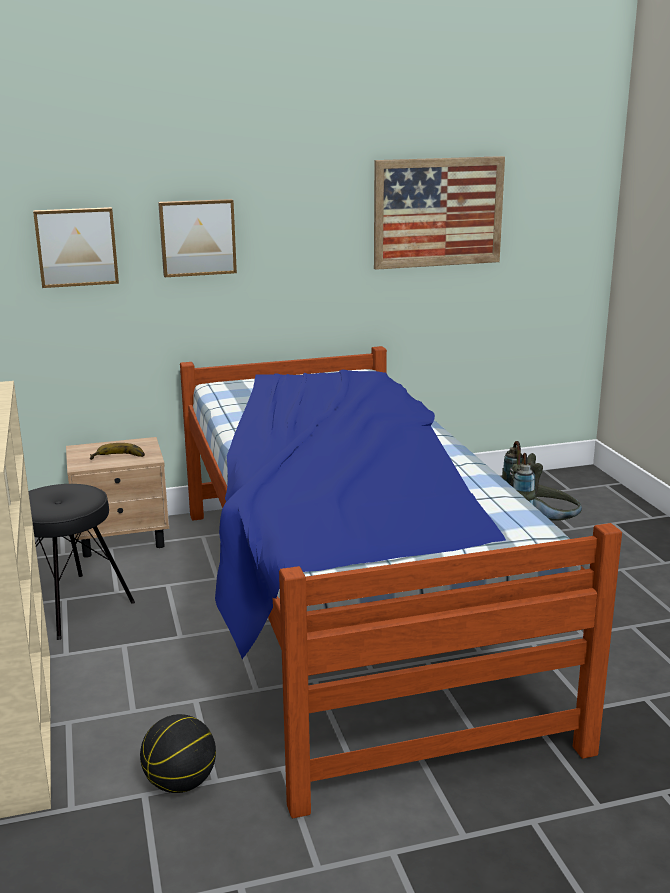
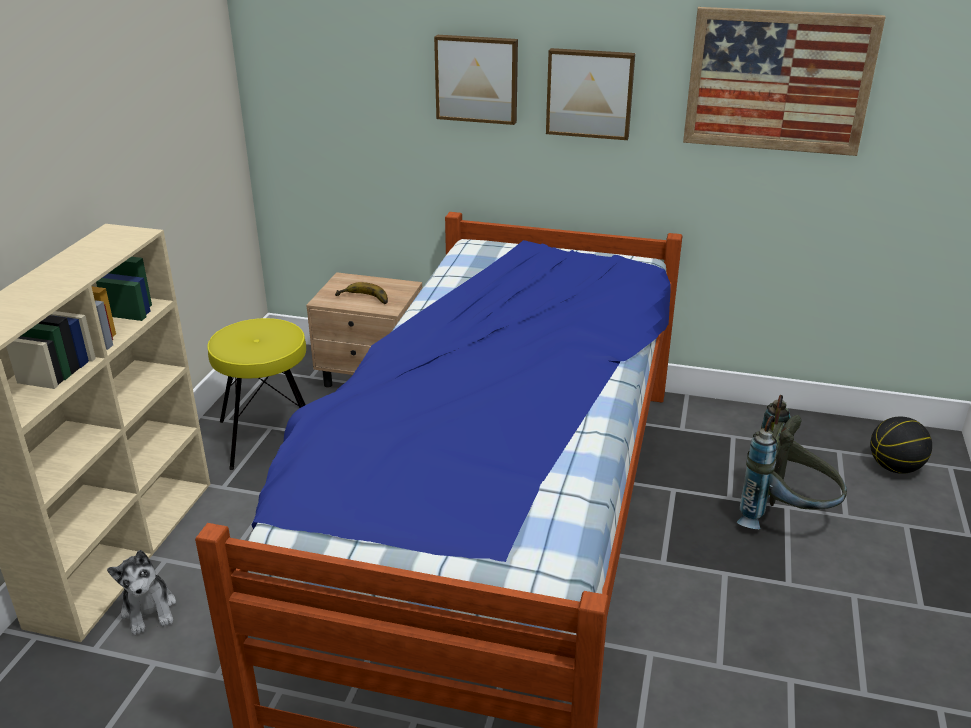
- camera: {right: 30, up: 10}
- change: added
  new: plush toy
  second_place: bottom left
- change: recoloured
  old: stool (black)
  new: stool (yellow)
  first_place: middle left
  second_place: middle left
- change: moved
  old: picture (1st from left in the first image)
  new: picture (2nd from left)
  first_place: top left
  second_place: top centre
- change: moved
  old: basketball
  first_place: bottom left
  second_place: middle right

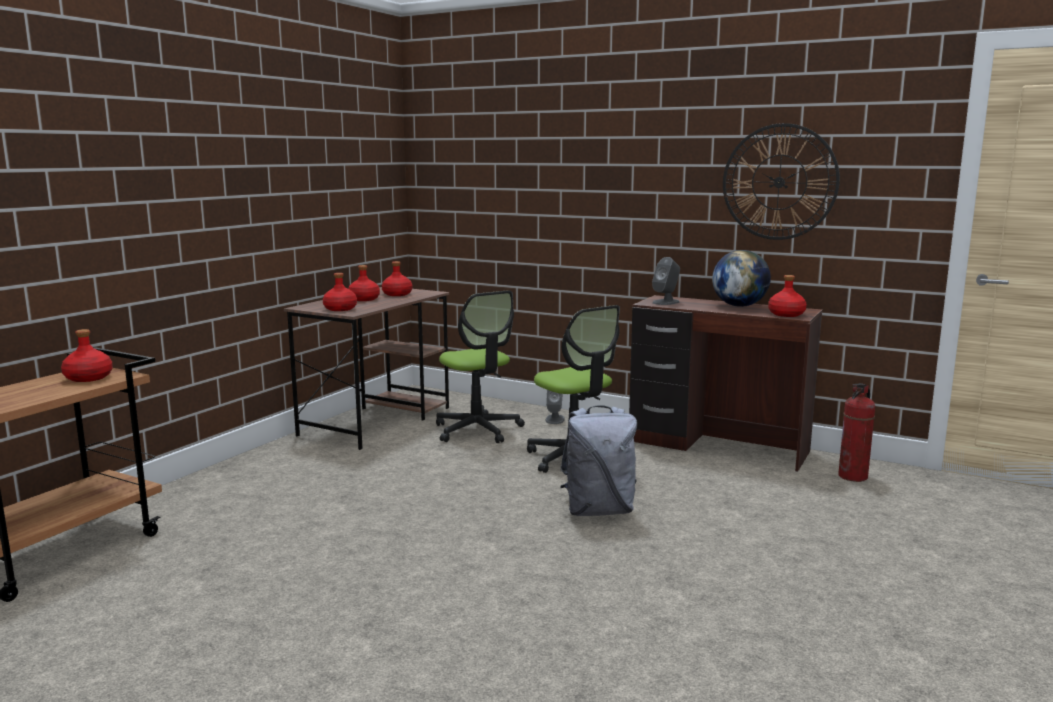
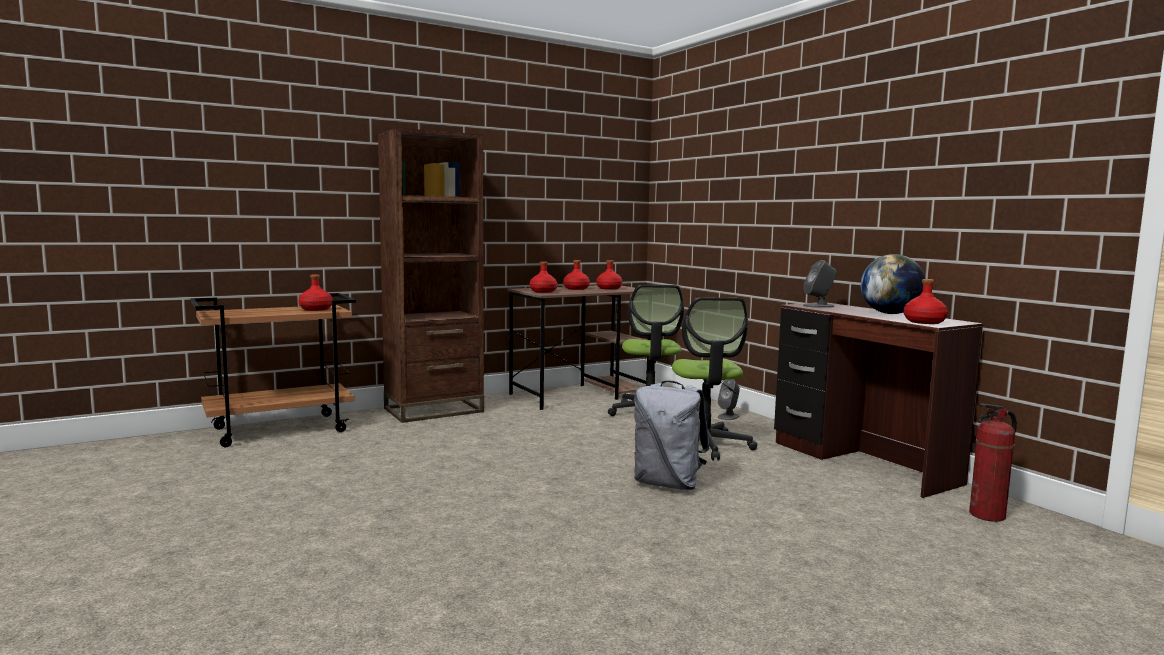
- camera: {right: 30, up: -5}
- change: added
  new: bookcase (brown)
  second_place: centre
- change: removed
  old: wall clock
  first_place: top right

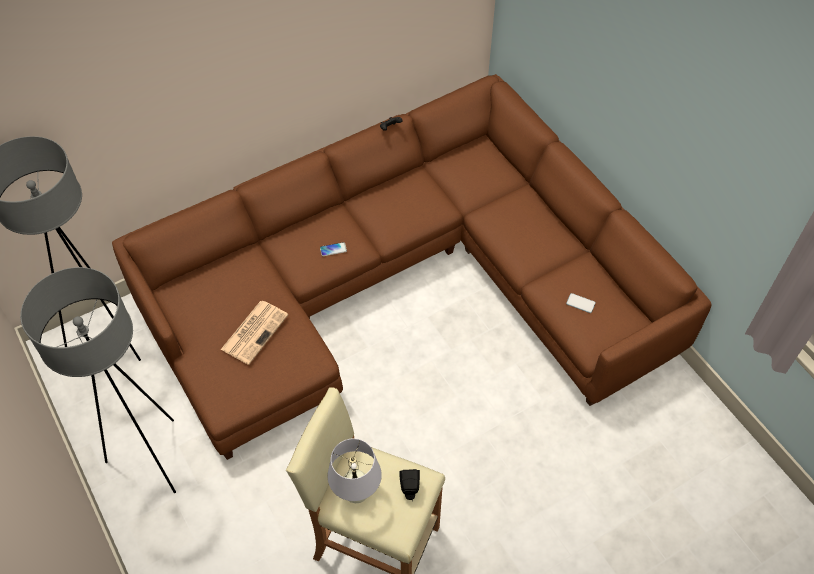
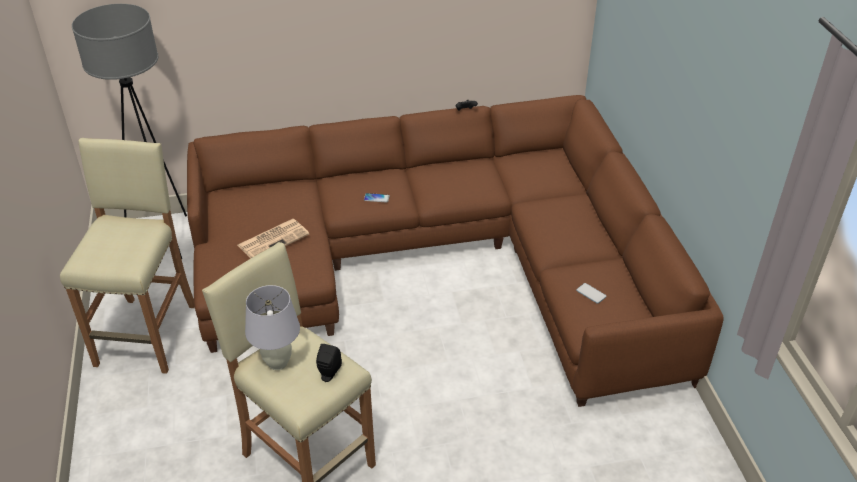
- camera: {right: 20, up: -15}
- change: replaced
  old: floor lamp (grey) (2nd from left)
  new: stool (beige) (1st from left)
  first_place: middle left
  second_place: middle left

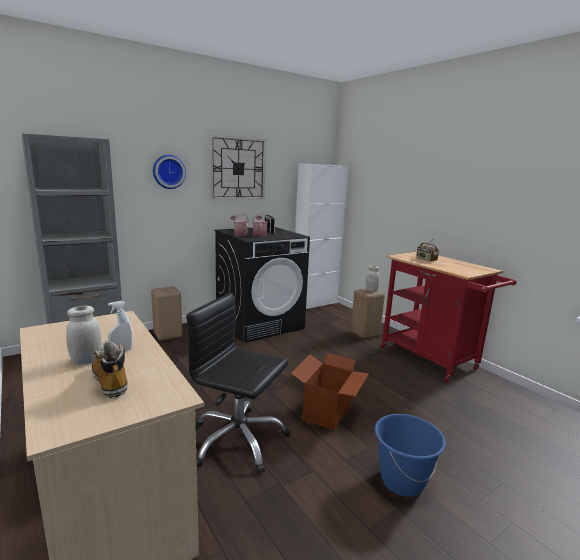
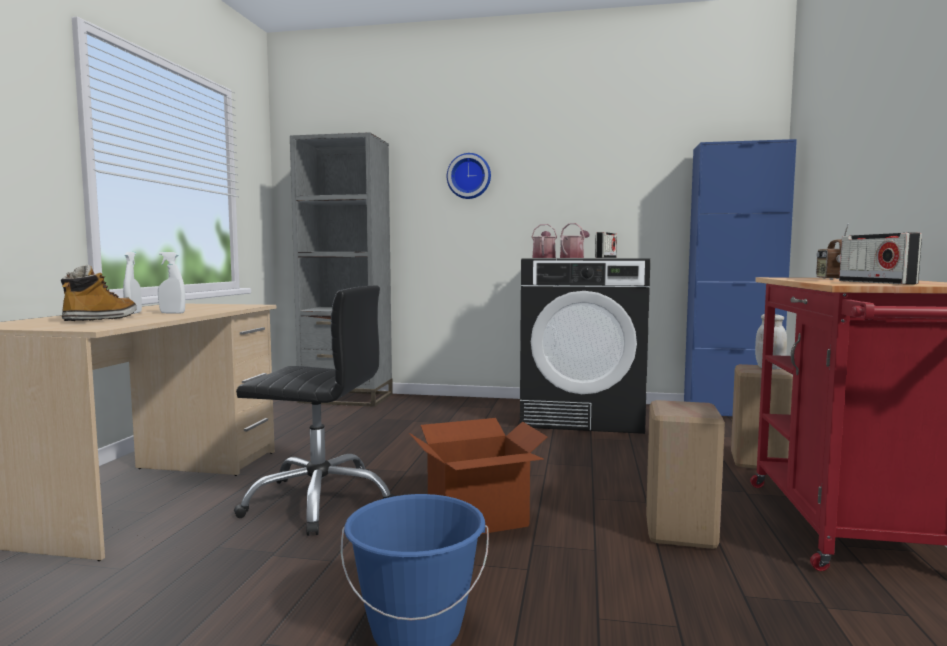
- camera: {right: 45, up: -10}
- change: replaced
  old: jar (white) (1st from left)
  new: spray bottle (white) (1st from left)
  first_place: middle left
  second_place: middle left
- change: turned
  old: office chair (black)
  first_place: bottom centre
  second_place: middle left
  degrees: 120
- change: moved
  old: stool (beige) (1st from left)
  first_place: middle left
  second_place: bottom right
- change: recoloured
  old: cabinet (white)
  new: cabinet (blue)
  first_place: centre
  second_place: middle right
- change: added
  new: radio (3rd from left)
  second_place: middle right
- change: removed
  old: wall clock (2nd from left)
  first_place: top centre

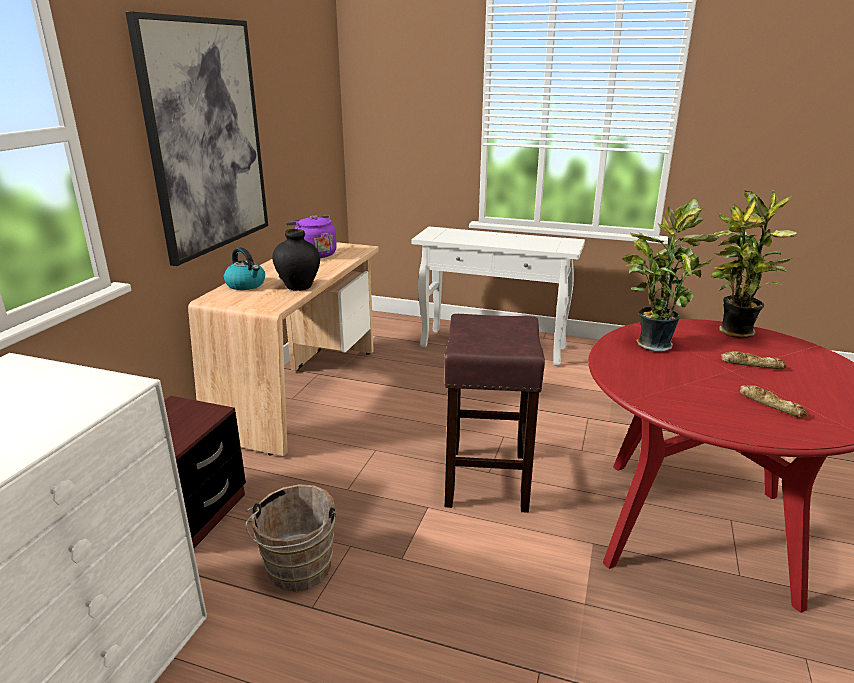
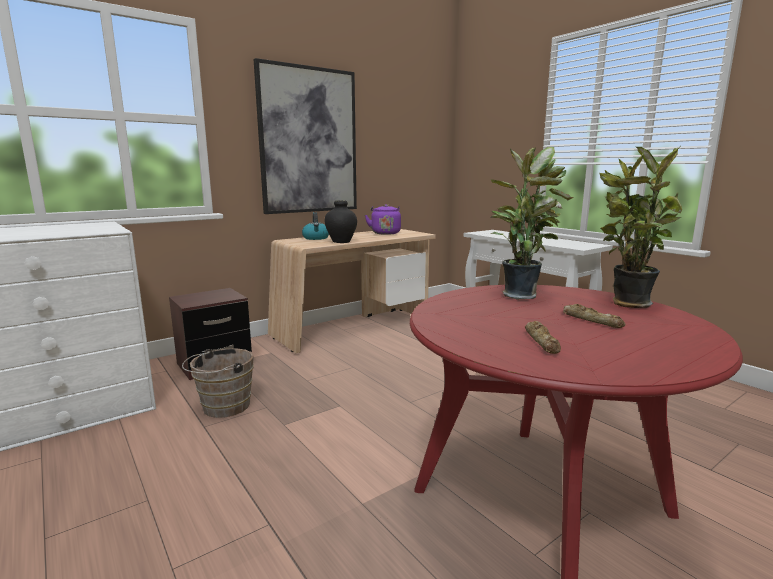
- camera: {right: 35, up: -10}
- change: removed
  old: stool (brown)
  first_place: centre

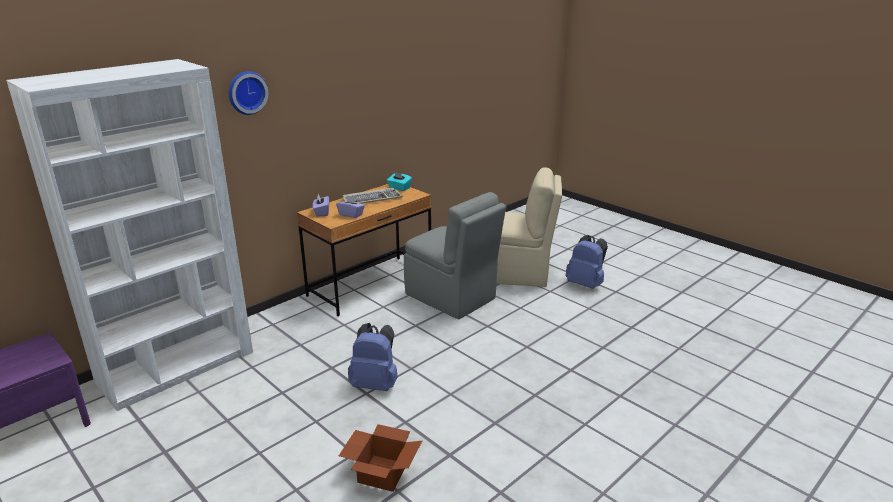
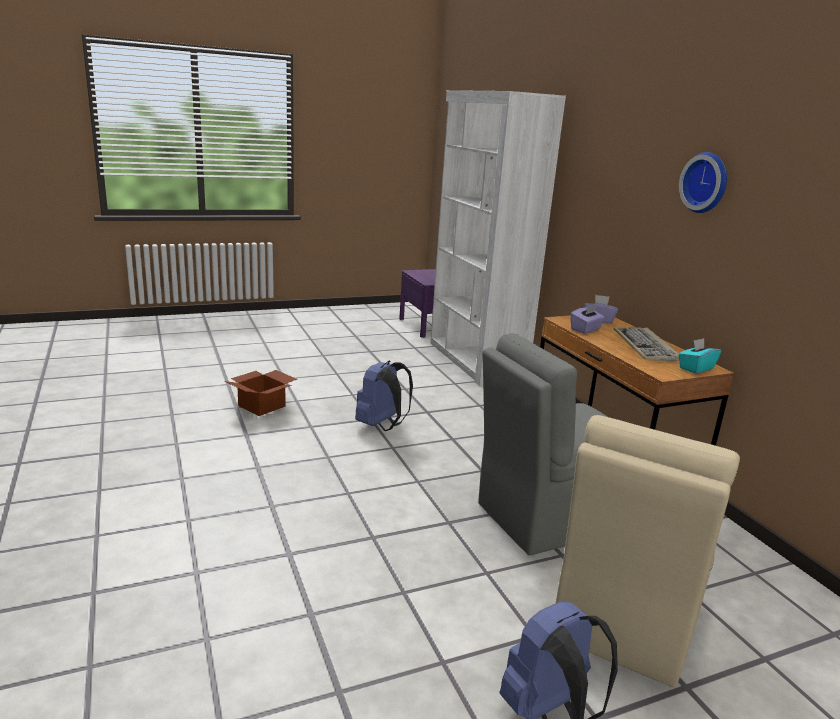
- camera: {right: 110, up: -5}
- change: moved
  old: wall clock
  first_place: top left
  second_place: top right

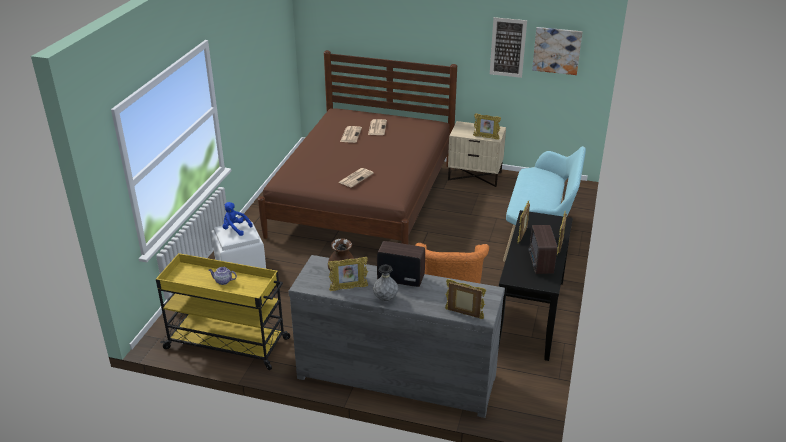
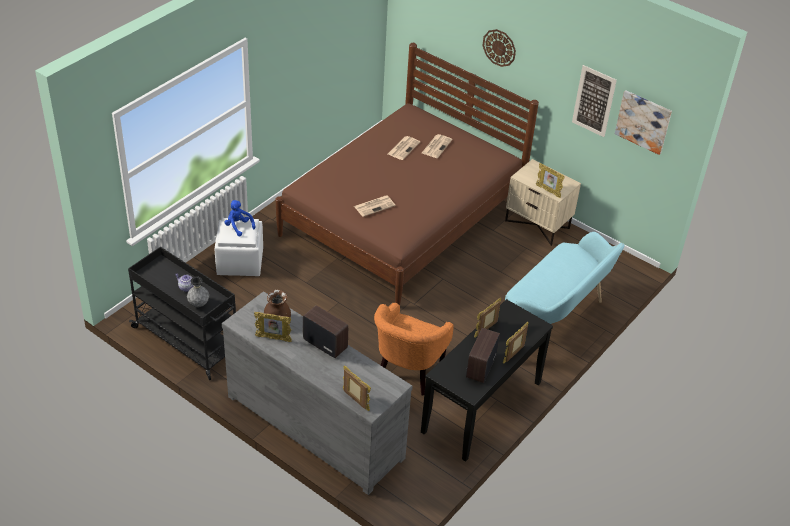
- camera: {right: 20, up: 10}
- change: recoloured
  old: cart (yellow)
  new: cart (black)
  first_place: bottom left
  second_place: middle left
- change: moved
  old: vase (grey)
  first_place: centre
  second_place: middle left
- change: added
  new: wall clock
  second_place: top centre

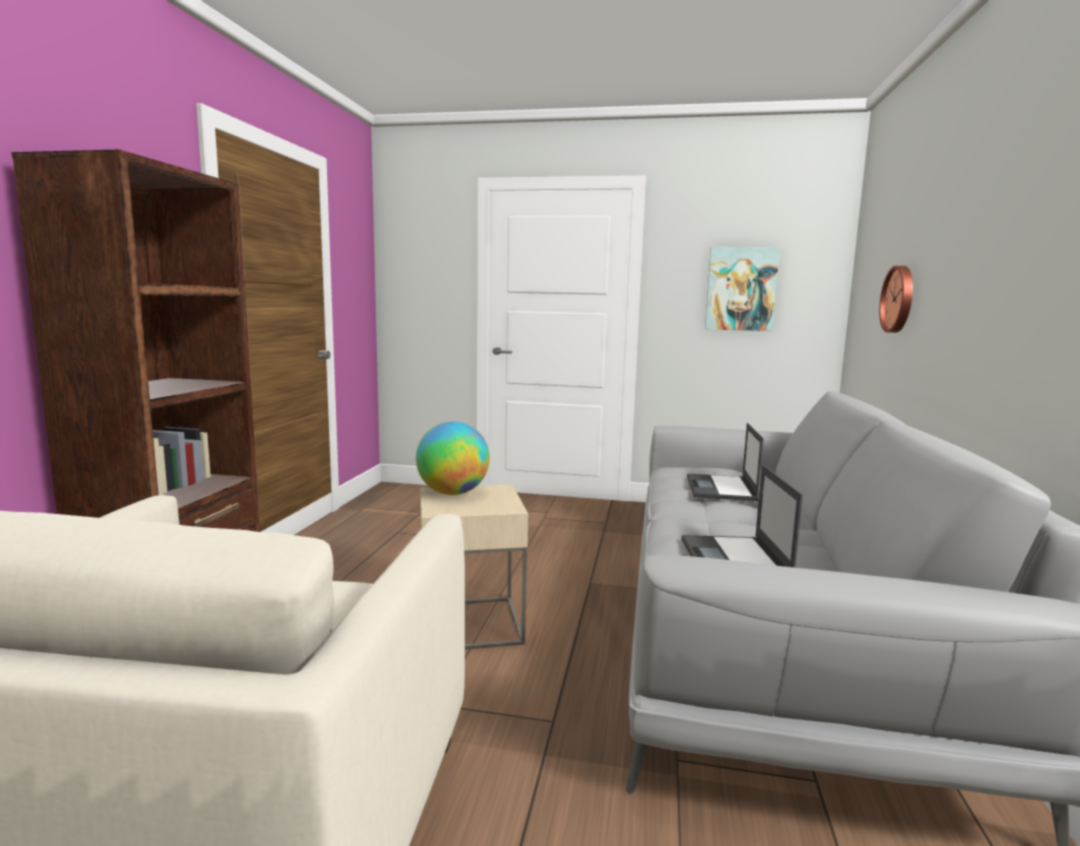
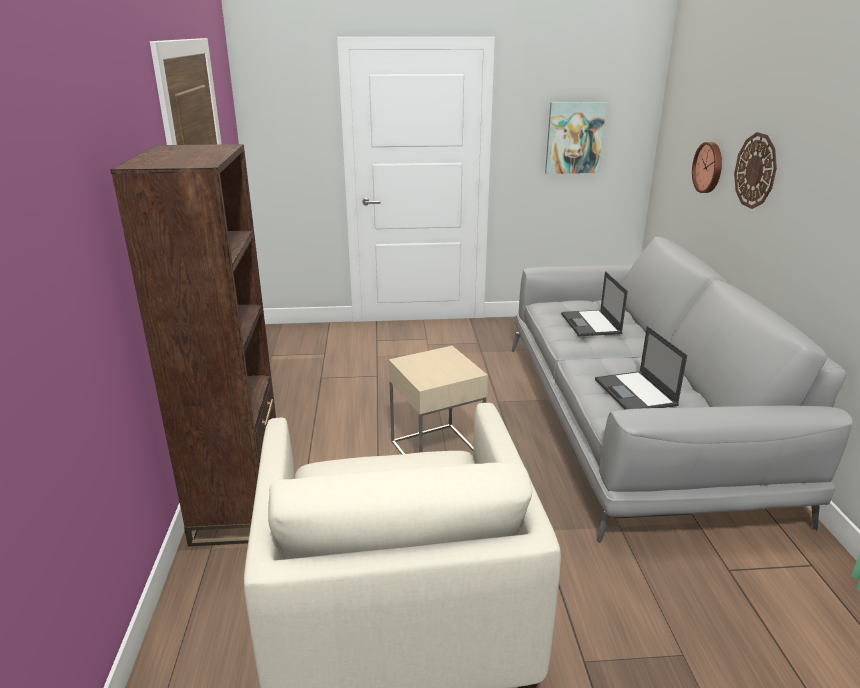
- camera: {right: -15, up: 15}
- change: added
  new: wall clock (2nd from left)
  second_place: top right
- change: removed
  old: globe
  first_place: centre

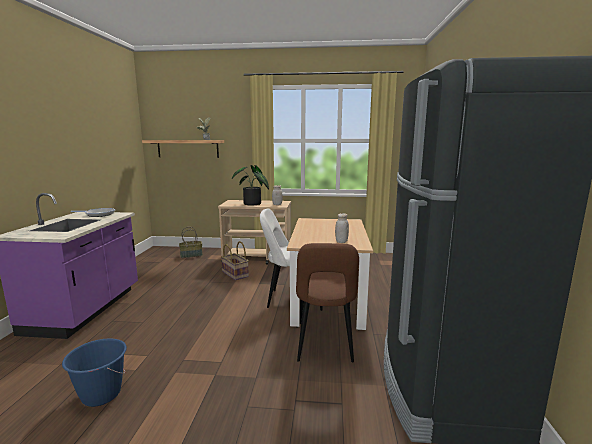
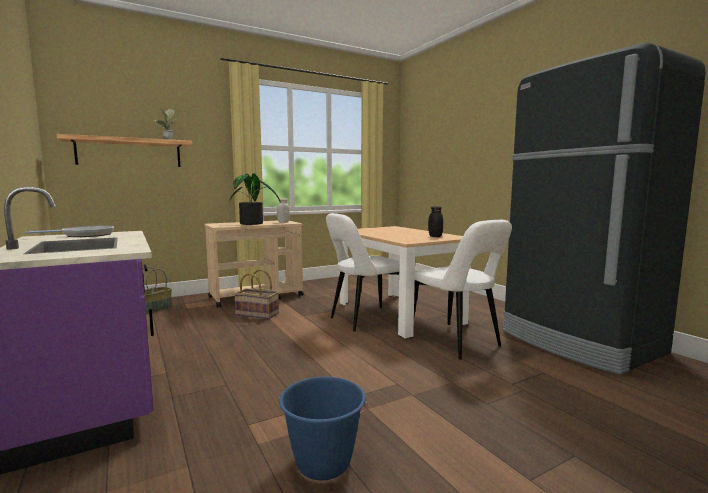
- camera: {right: -35, up: -5}
- change: recoloured
  old: chair (brown)
  new: chair (white) (2nd from left)
  first_place: bottom centre
  second_place: centre
- change: recoloured
  old: jar (white) (2nd from left)
  new: jar (black)
  first_place: centre
  second_place: centre

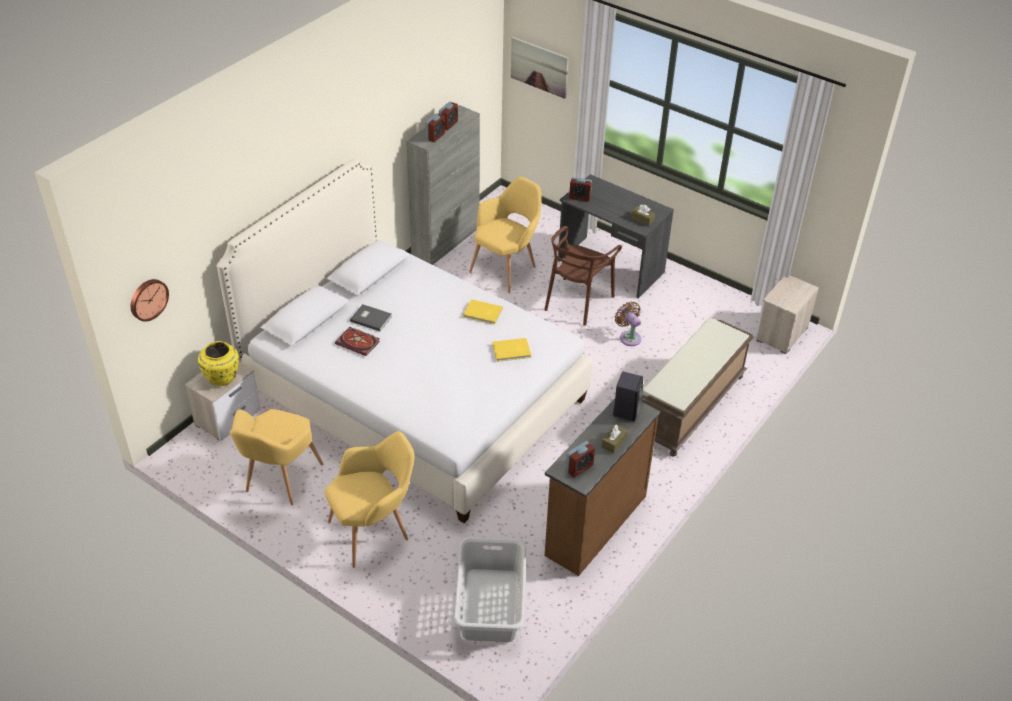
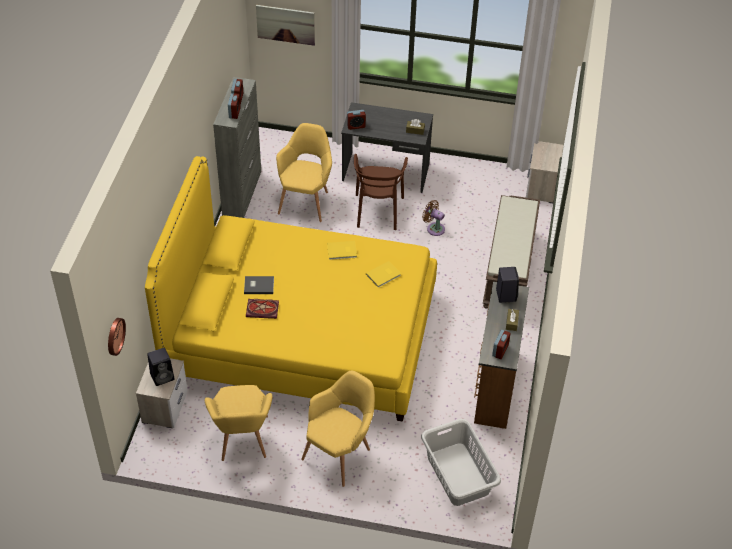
- camera: {right: -25, up: 5}
- change: recoloured
  old: bed (white)
  new: bed (yellow)
  first_place: centre
  second_place: centre
- change: replaced
  old: vase (yellow)
  new: speaker (black) (1st from left)
  first_place: middle left
  second_place: bottom left

